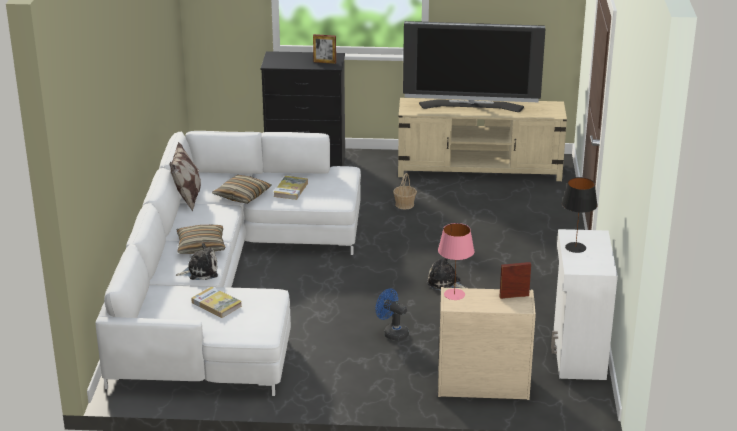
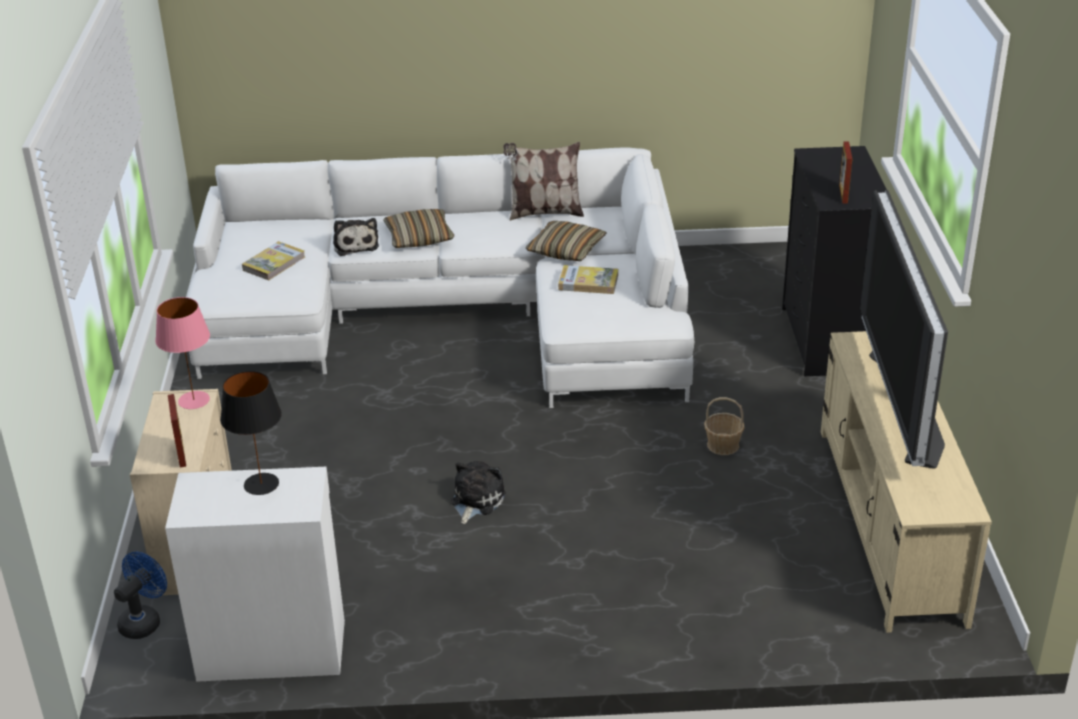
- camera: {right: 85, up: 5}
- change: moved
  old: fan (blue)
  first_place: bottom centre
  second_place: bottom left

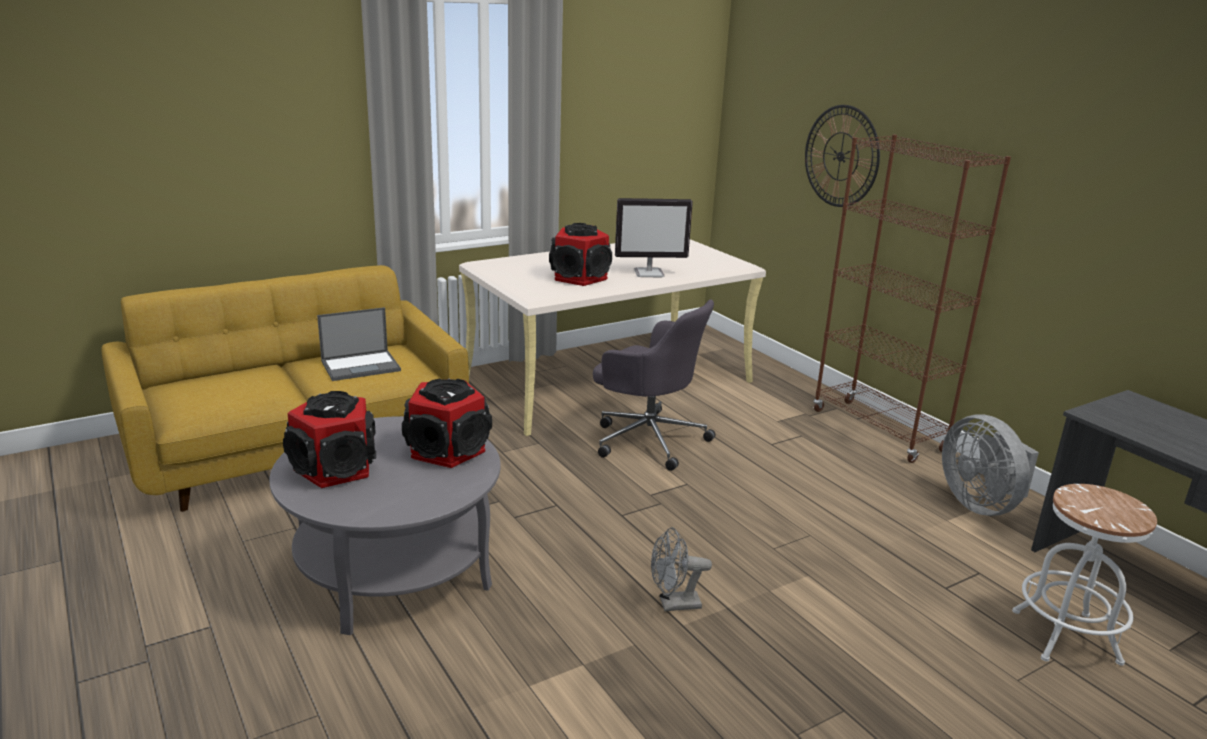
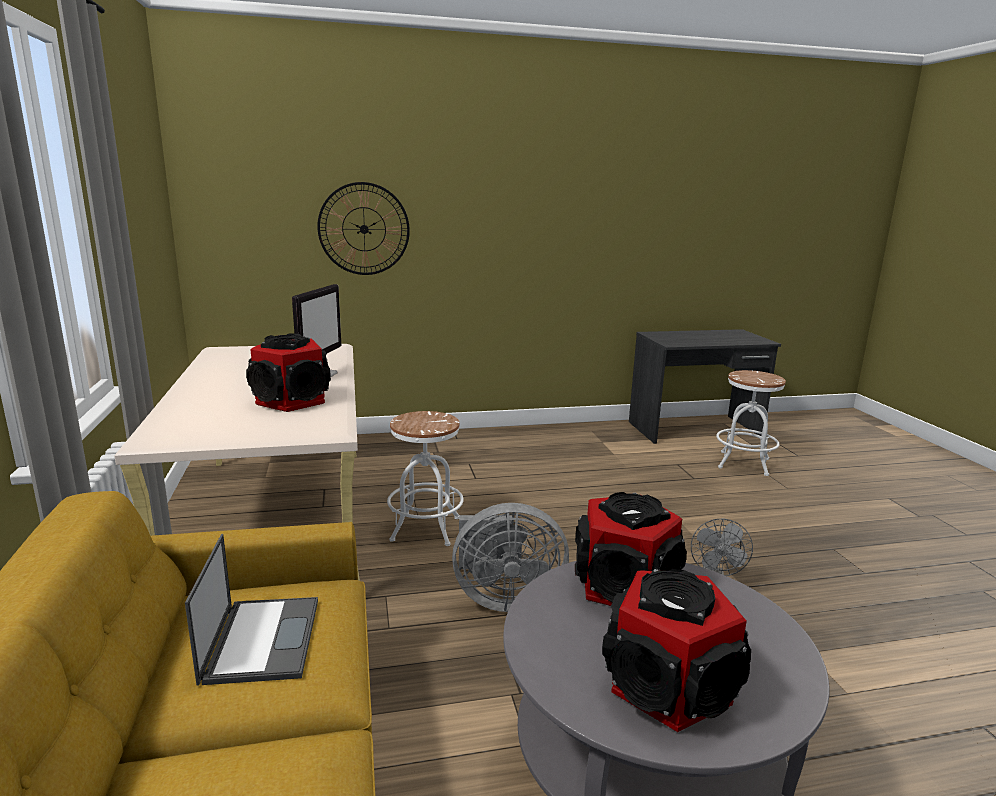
- camera: {right: -70, up: -5}
- change: replaced
  old: office chair (grey)
  new: stool (white) (1st from left)
  first_place: centre
  second_place: centre
- change: moved
  old: fan (grey) (2nd from left in the first image)
  new: fan (grey) (1st from left)
  first_place: middle right
  second_place: bottom centre
- change: removed
  old: bookcase (brown)
  first_place: middle right

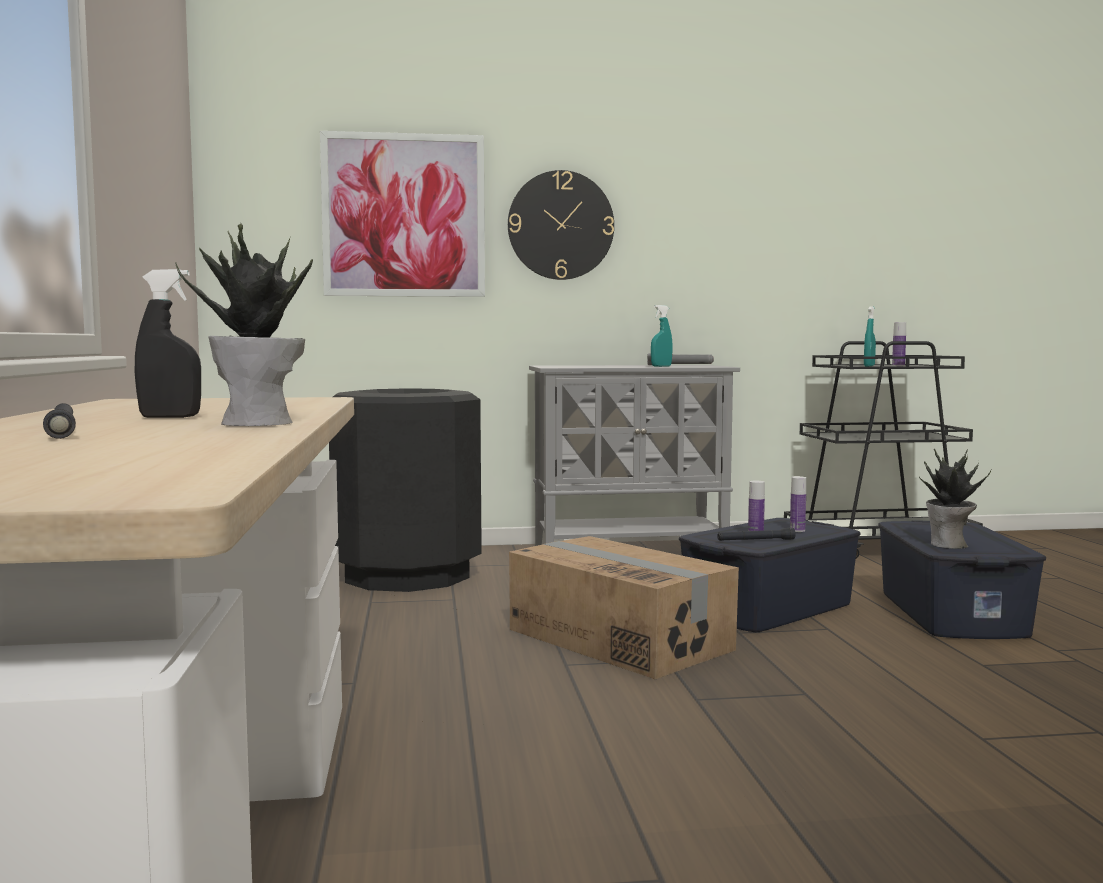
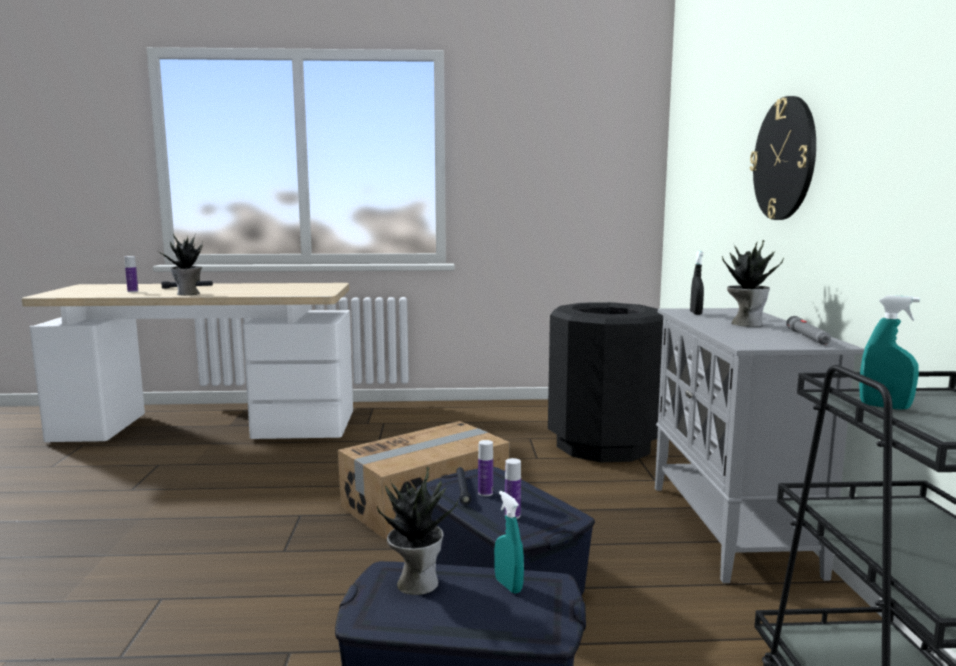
- camera: {right: 95, up: 5}
- change: moved
  old: bottle (3rd from left in the first image)
  new: bottle (1st from left)
  first_place: middle right
  second_place: middle left
- change: moved
  old: spray bottle (turquoise) (1st from left)
  first_place: centre
  second_place: bottom centre
- change: moved
  old: spray bottle (black)
  first_place: middle left
  second_place: middle right
- change: added
  new: potted plant (3rd from left)
  second_place: middle right
- change: removed
  old: picture
  first_place: top centre

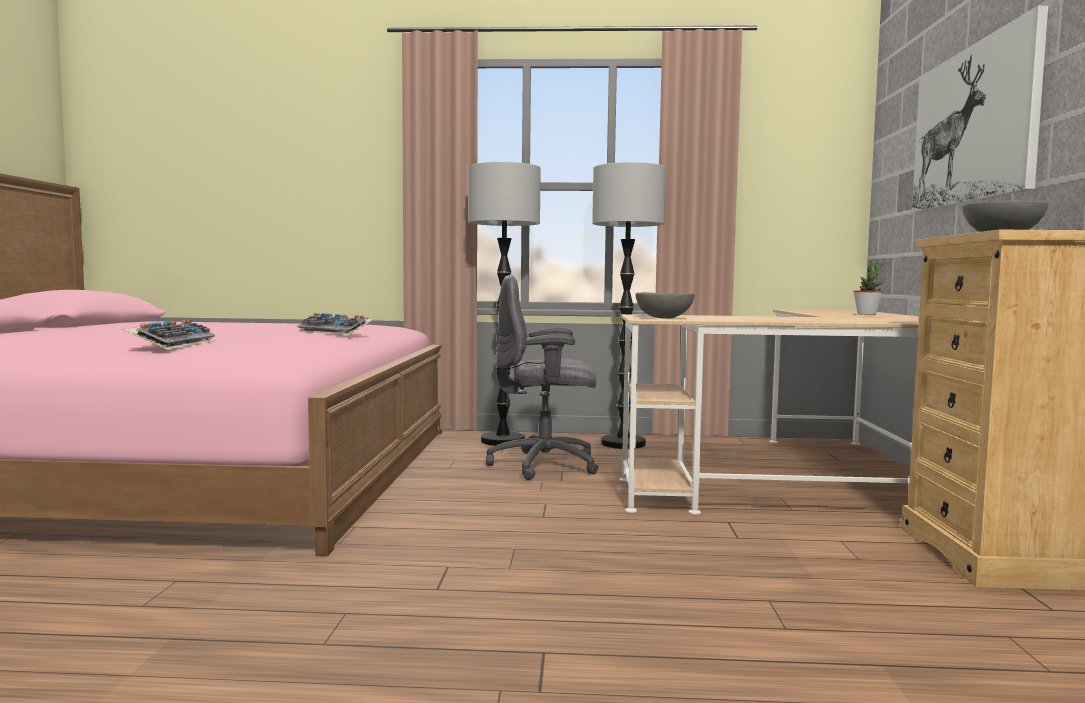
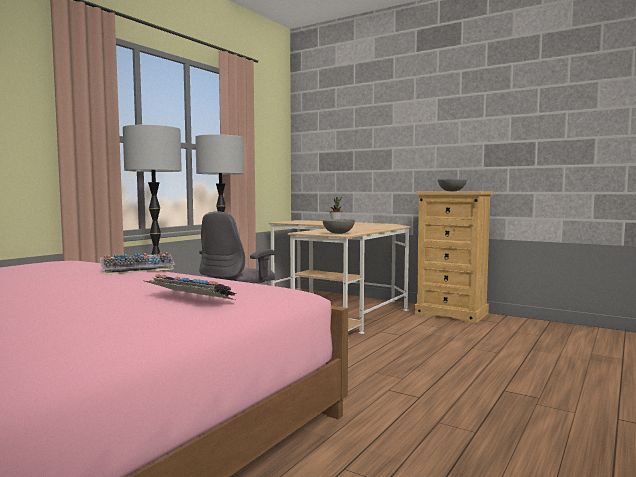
- camera: {right: -60, up: 0}
- change: removed
  old: picture
  first_place: top right

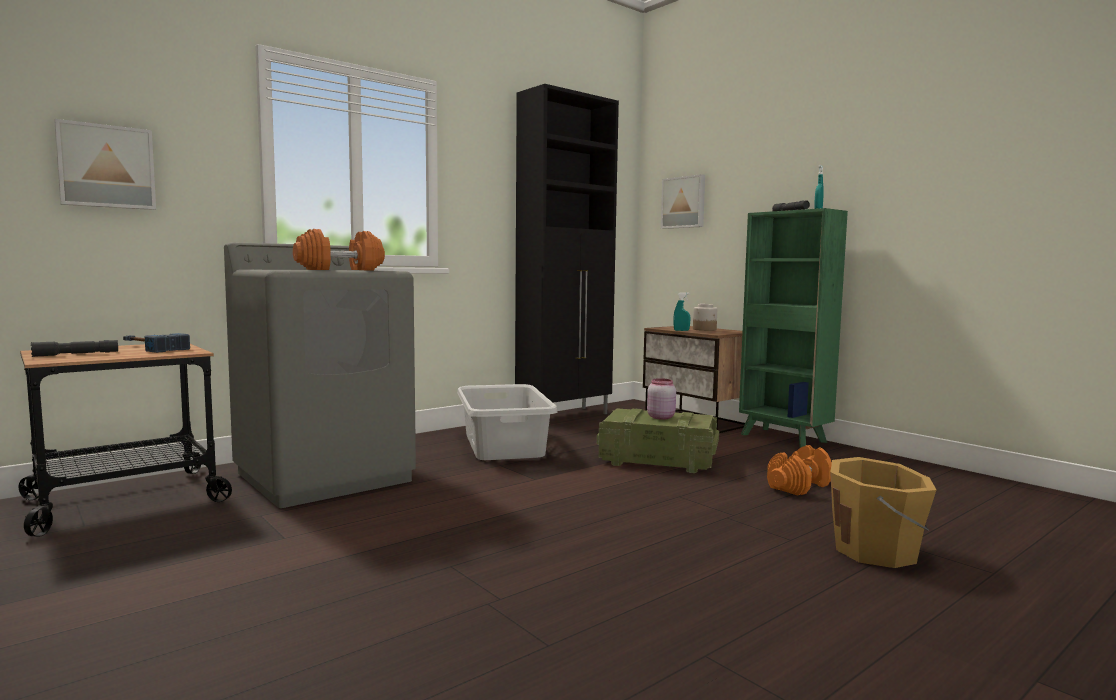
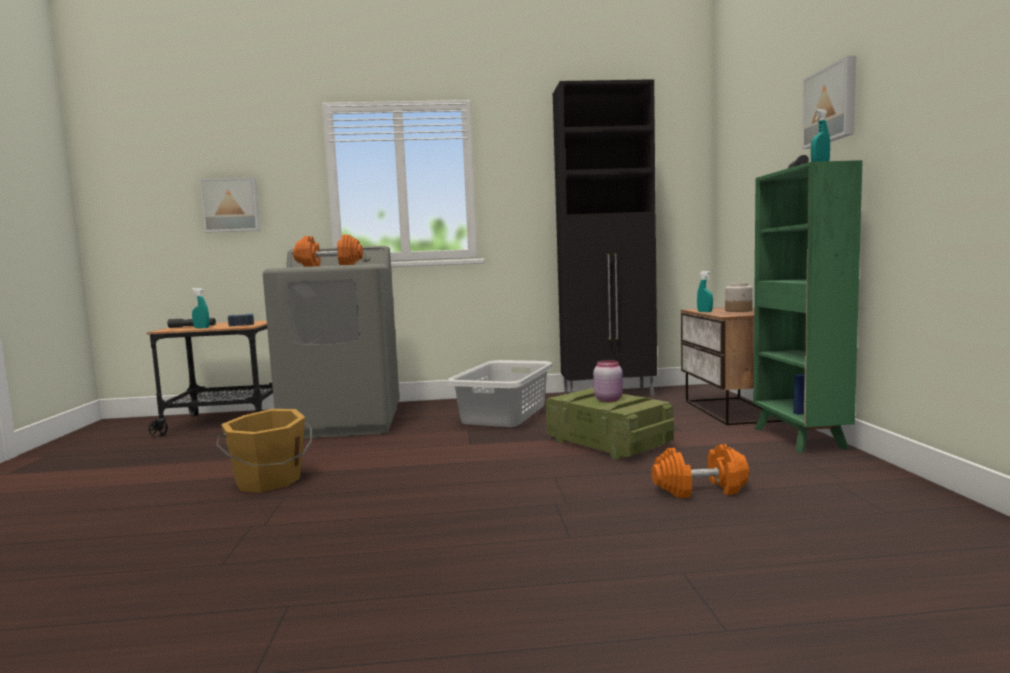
- camera: {right: 35, up: 0}
- change: added
  new: spray bottle (turquoise) (1st from left)
  second_place: middle left
- change: moved
  old: bucket (orange)
  first_place: bottom right
  second_place: bottom left
- change: moved
  old: picture (2nd from left)
  first_place: top centre
  second_place: top right

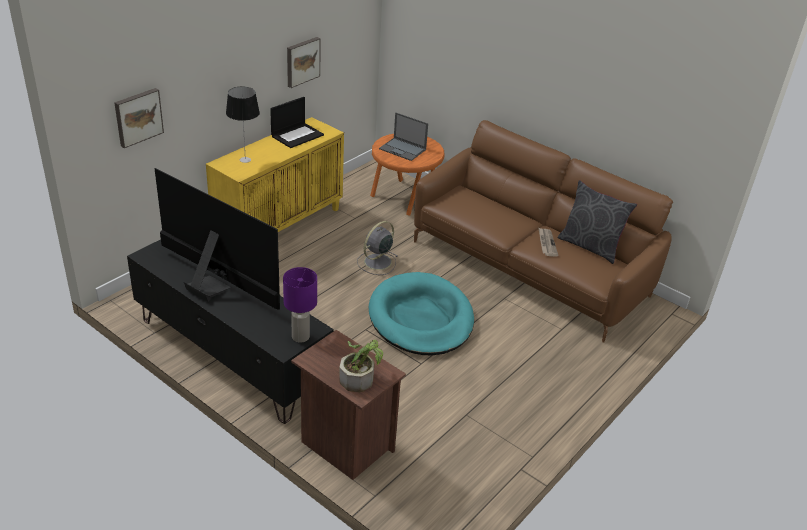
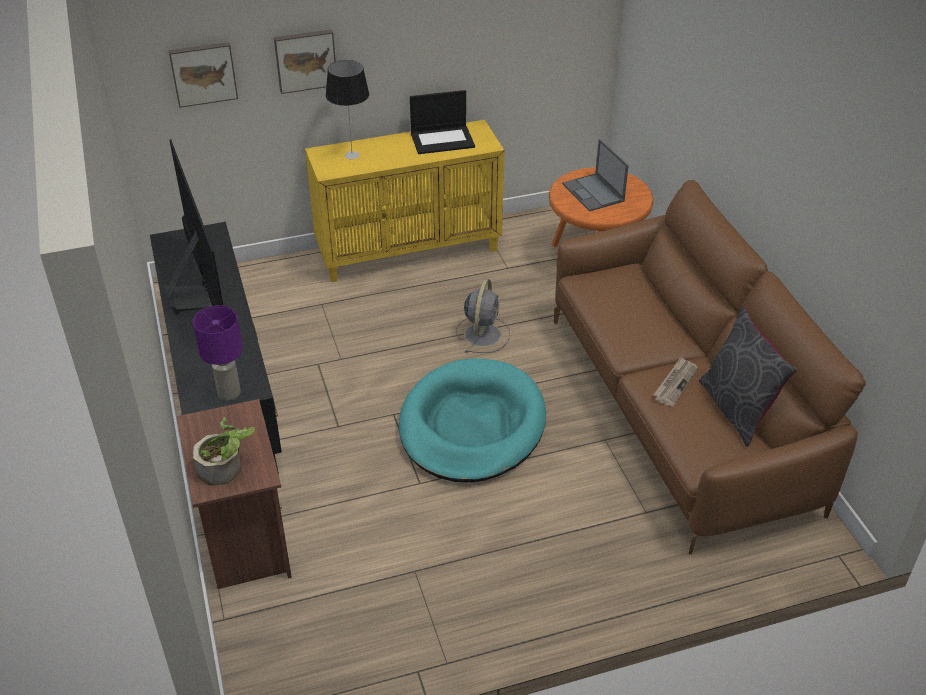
- camera: {right: 35, up: 5}
- change: moved
  old: picture (2nd from left)
  first_place: top centre
  second_place: top left
- change: turned
  old: fan (grey)
  first_place: centre
  second_place: centre
  degrees: 120

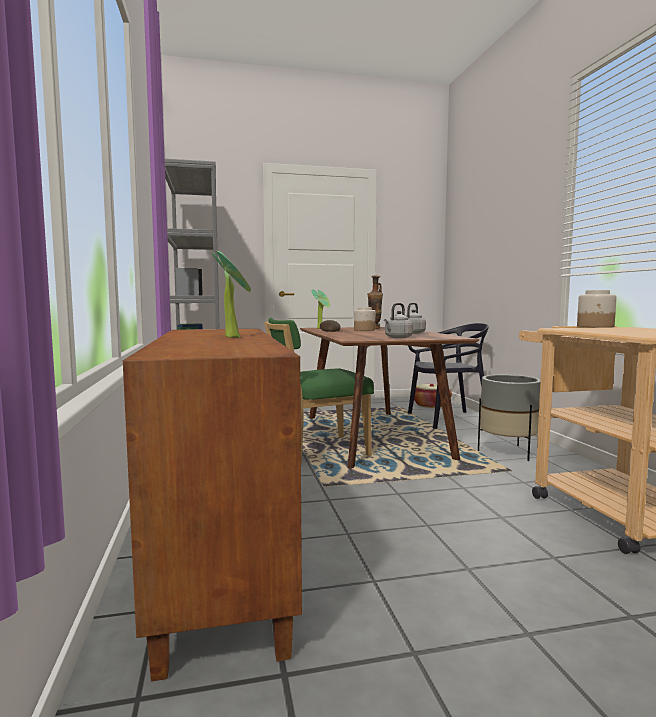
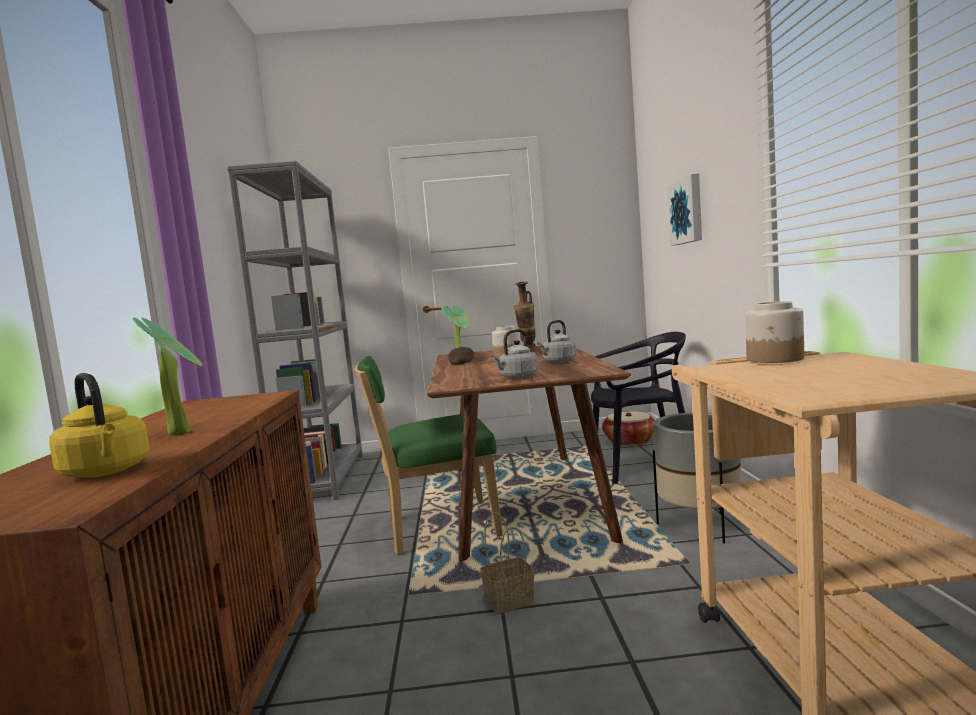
- camera: {right: 10, up: 0}
- change: added
  new: kettle (yellow)
  second_place: middle left
- change: added
  new: basket (1st from left)
  second_place: bottom centre
- change: added
  new: picture
  second_place: top right

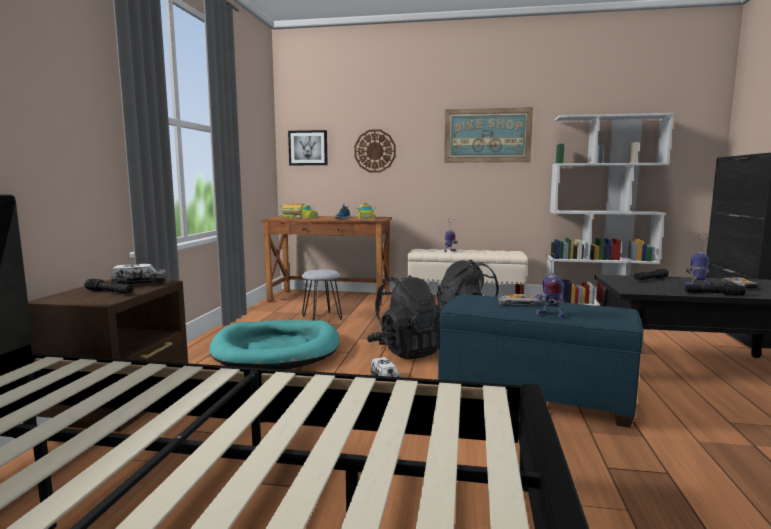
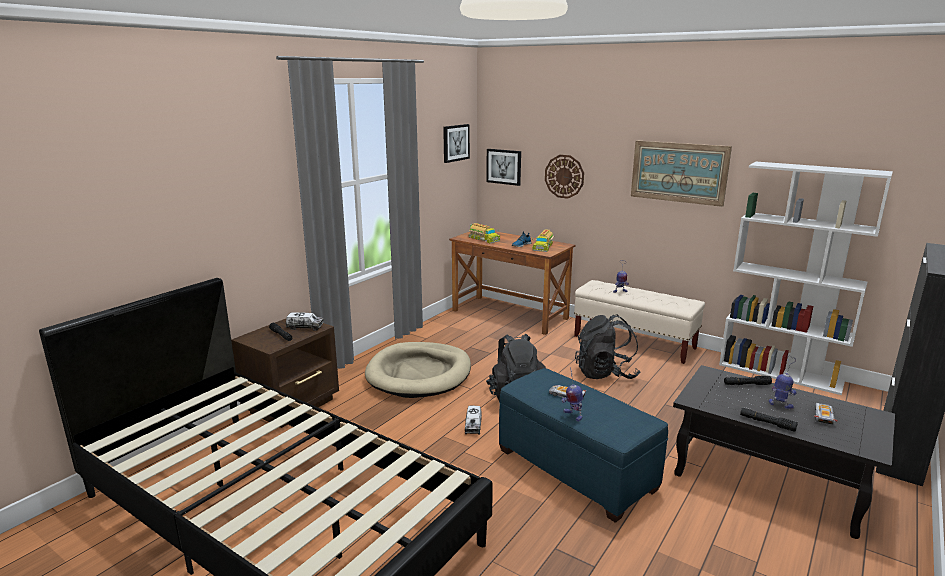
- camera: {right: 25, up: 10}
- change: recoloured
  old: dog bed (turquoise)
  new: dog bed (beige)
  first_place: centre
  second_place: centre
- change: added
  new: picture (1st from left)
  second_place: top centre
- change: removed
  old: stool (grey)
  first_place: centre

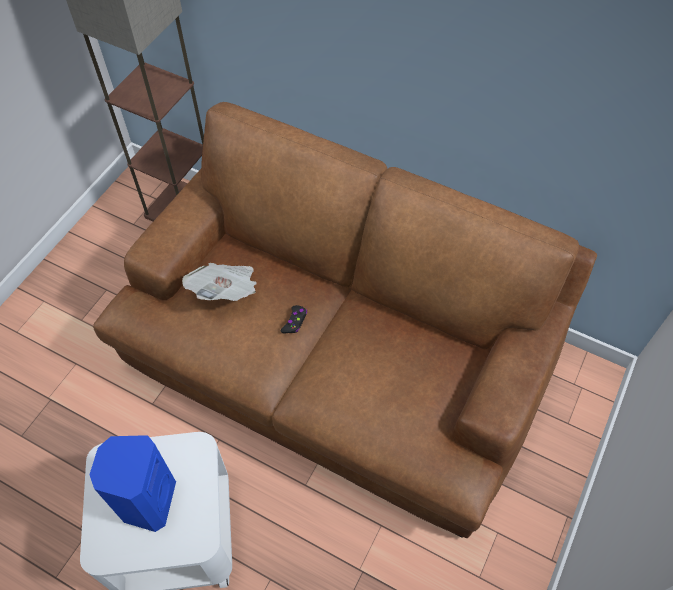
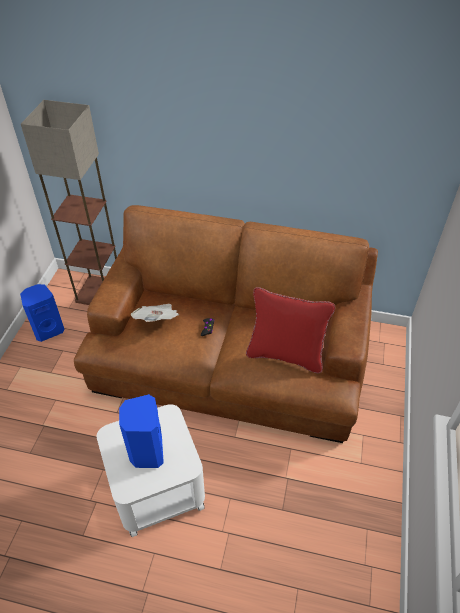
- camera: {right: -15, up: -10}
- change: added
  new: speaker (blue) (1st from left)
  second_place: middle left
- change: added
  new: pillow (red)
  second_place: centre

